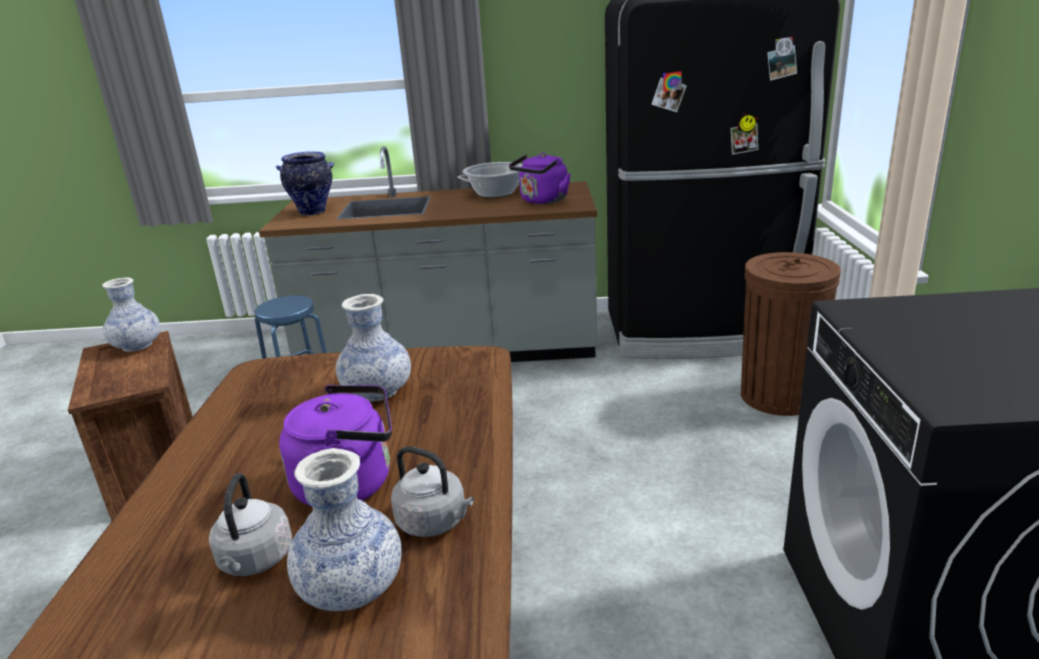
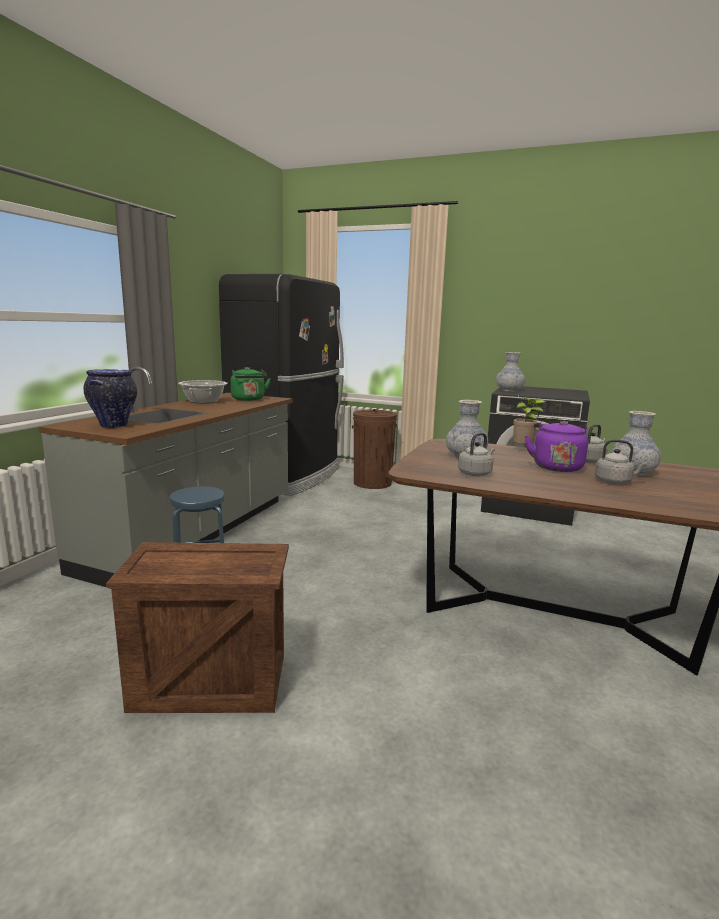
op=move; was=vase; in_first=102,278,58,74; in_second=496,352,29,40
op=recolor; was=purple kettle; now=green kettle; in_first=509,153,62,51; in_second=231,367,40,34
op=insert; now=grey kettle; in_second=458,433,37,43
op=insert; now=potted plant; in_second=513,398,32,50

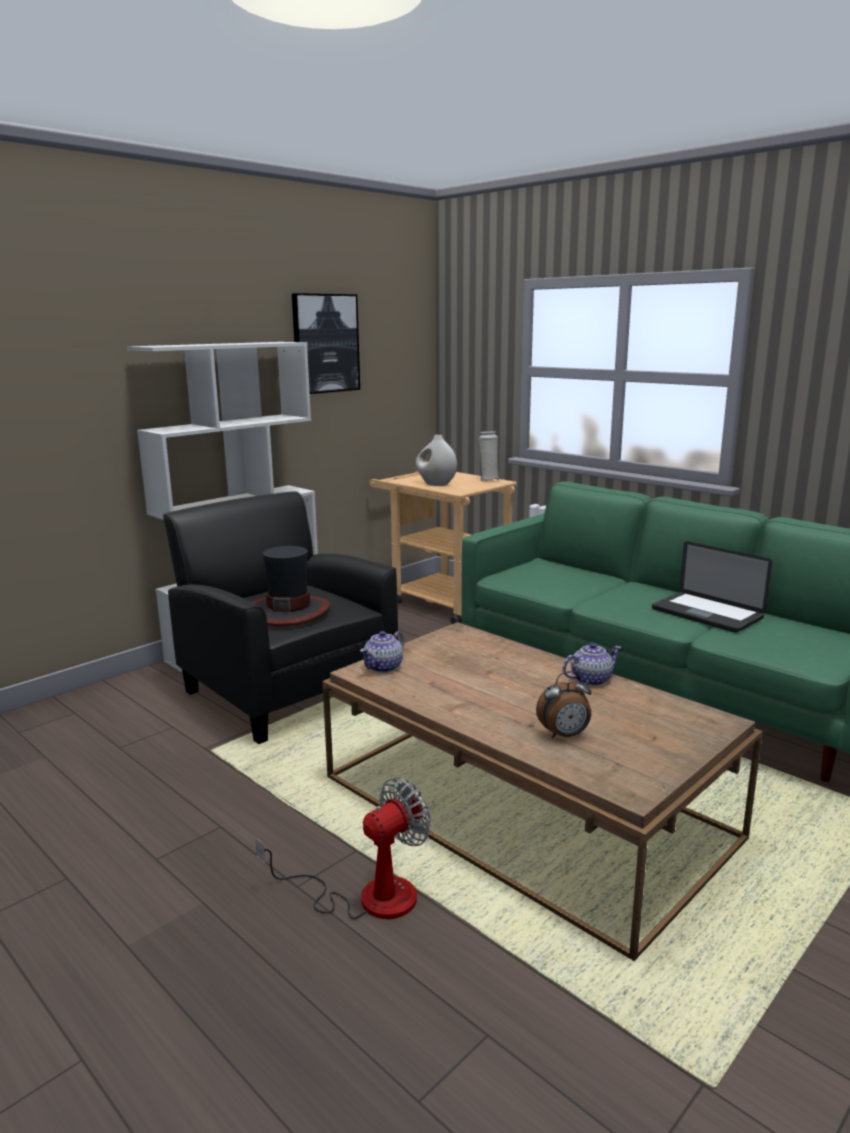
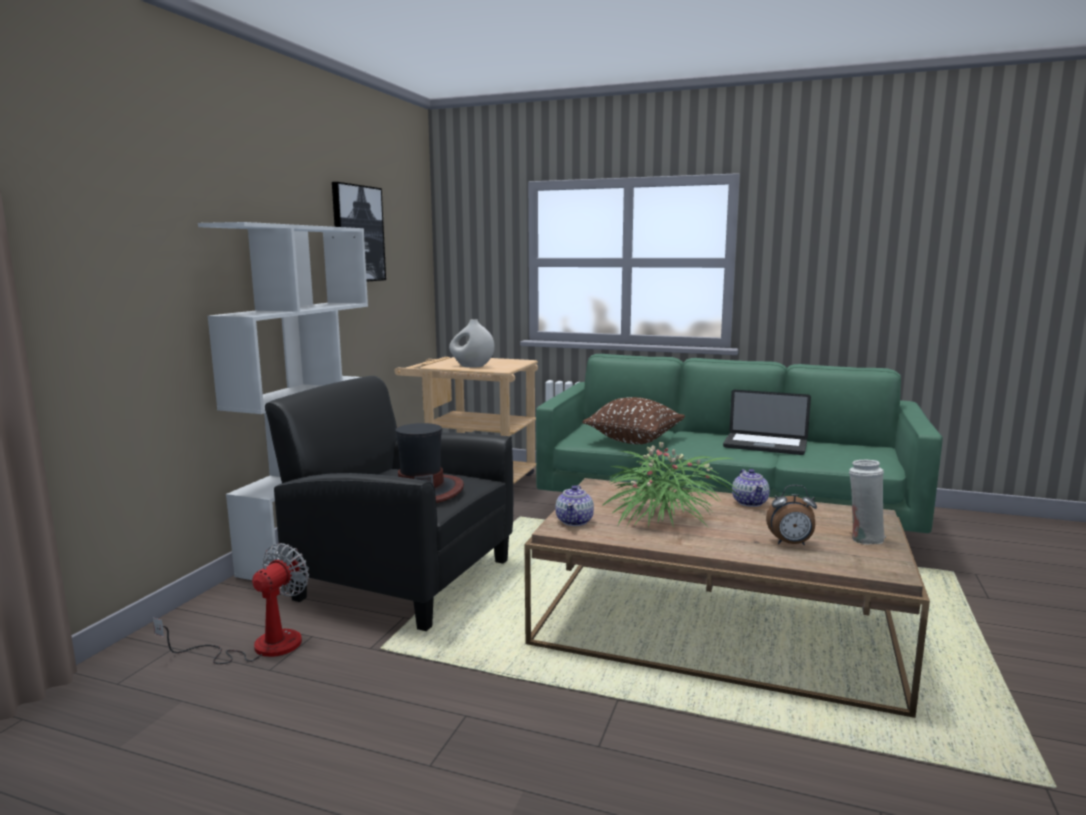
op=move; was=fan; in_first=256,778,175,141; in_second=153,543,156,121
op=move; was=white vase; in_first=479,431,21,50; in_second=849,460,37,85
op=rotate; was=alarm clock; in_first=536,671,56,67; in_second=766,485,51,60; clockwise=45
op=rotate; was=teapot; in_first=562,643,60,43; in_second=732,469,38,38; clockwise=135
op=insert; now=brown pillow; in_second=582,397,103,47
op=insert; now=potted plant; in_second=602,442,139,86

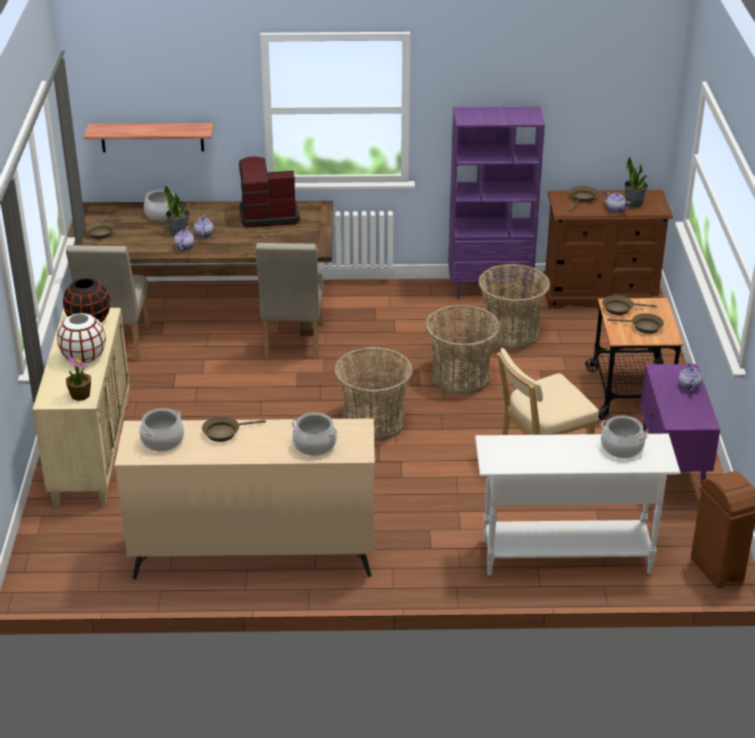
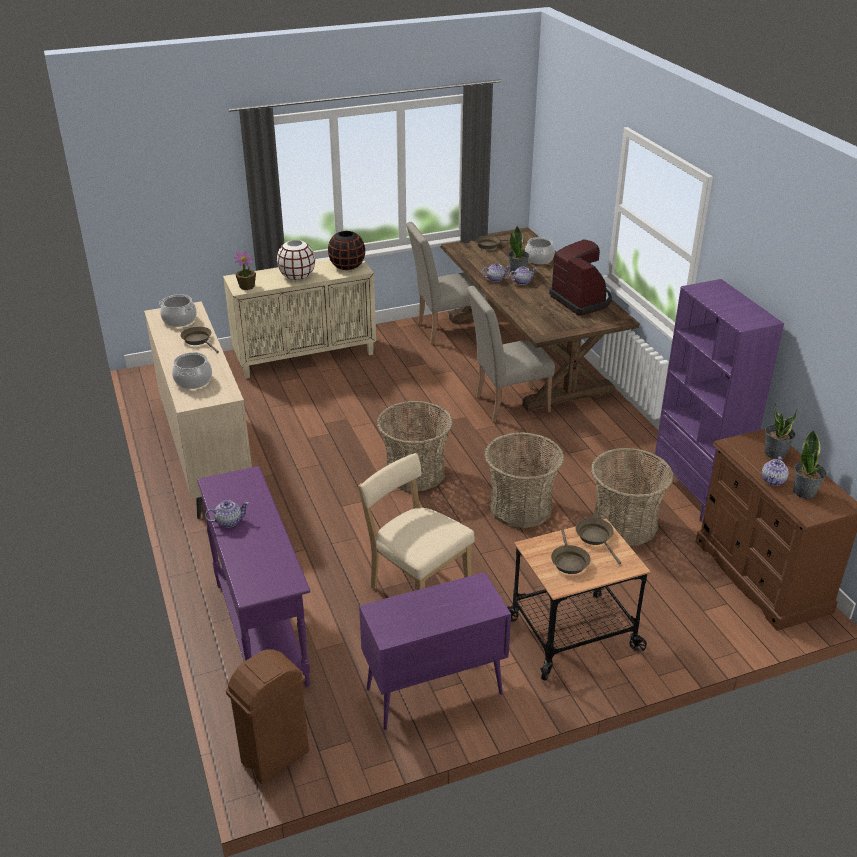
op=delete; was=shelf; in_first=84,123,130,29
op=recolor; was=white console table; now=purple console table; in_first=475,434,205,142; in_second=197,466,114,221
op=replace; was=brown frying pan; now=potted plant; in_first=568,186,30,26; in_second=765,402,33,58
op=delete; was=cooking pot; in_first=601,415,47,43
op=move; was=teapot; in_first=678,362,24,30; in_second=205,500,44,28

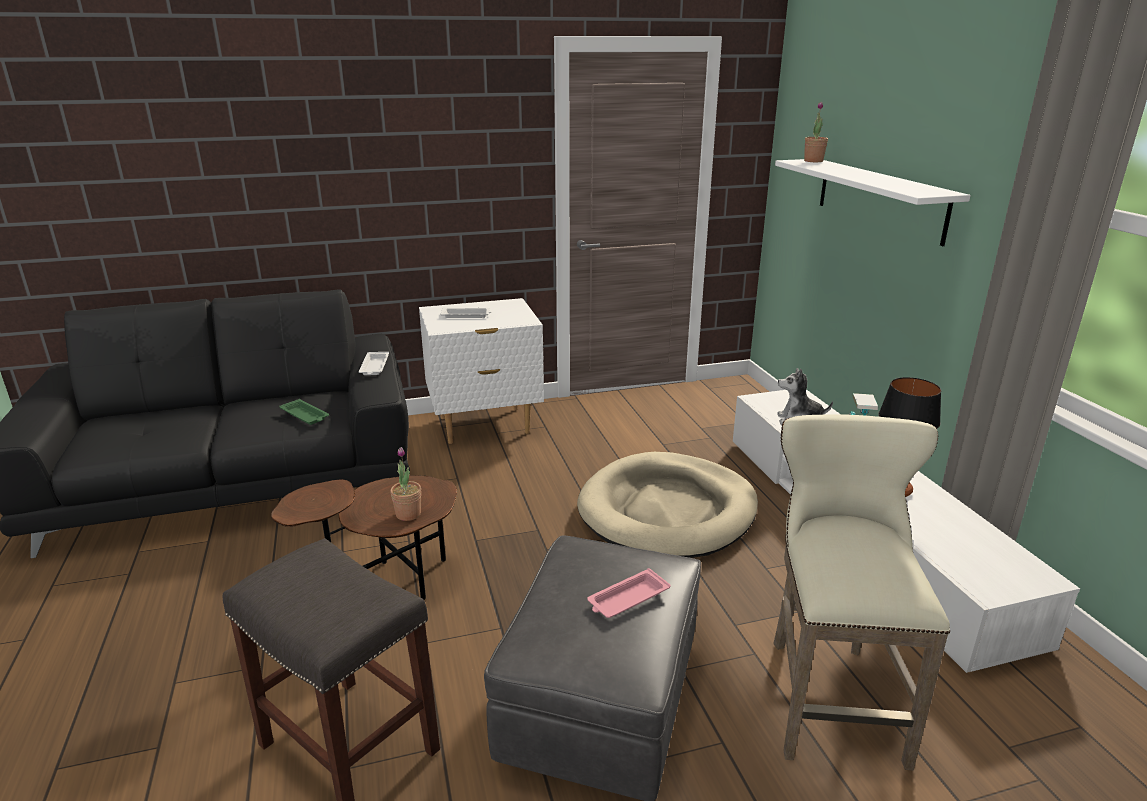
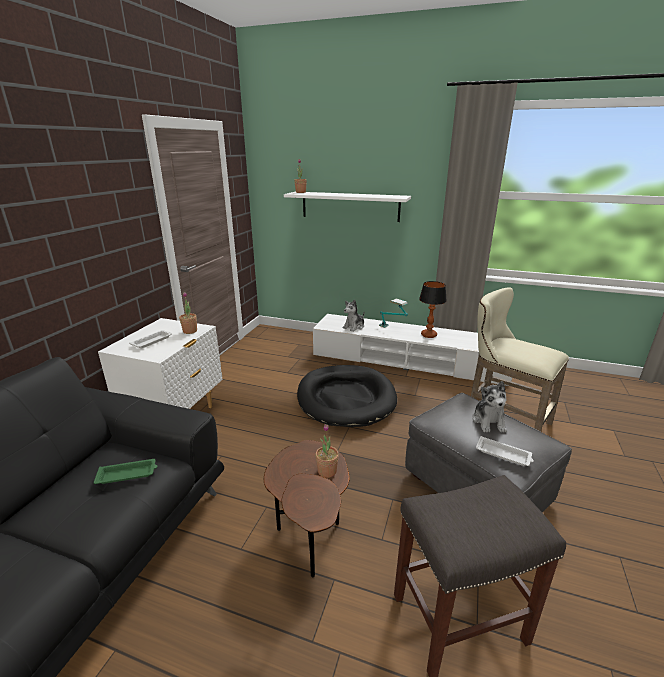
op=move; was=white tray; in_first=359,352,30,23; in_second=476,436,58,30
op=recolor; was=beige dog bed; now=black dog bed; in_first=577,452,181,106; in_second=297,365,100,62
op=replace; was=pink tray; now=plush toy; in_first=587,568,84,50; in_second=472,381,35,51
op=insert; now=potted plant; in_second=179,292,18,42

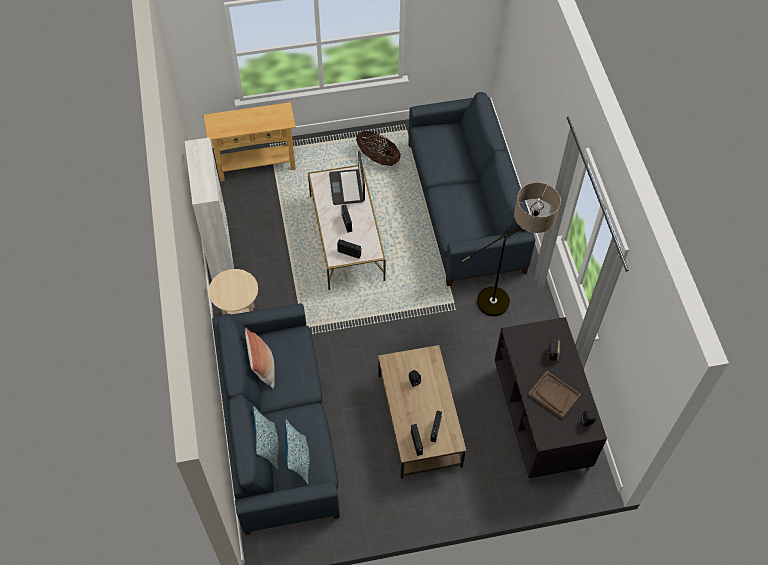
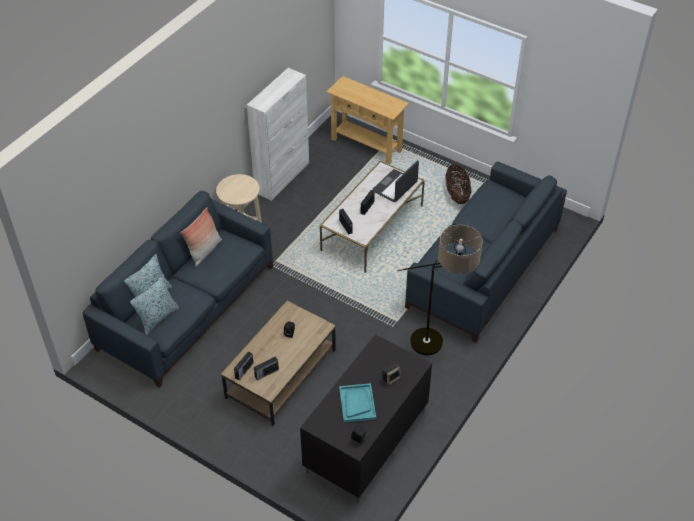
op=recolor; was=brown tray; now=turquoise tray; in_first=528,371,53,48; in_second=339,383,37,40

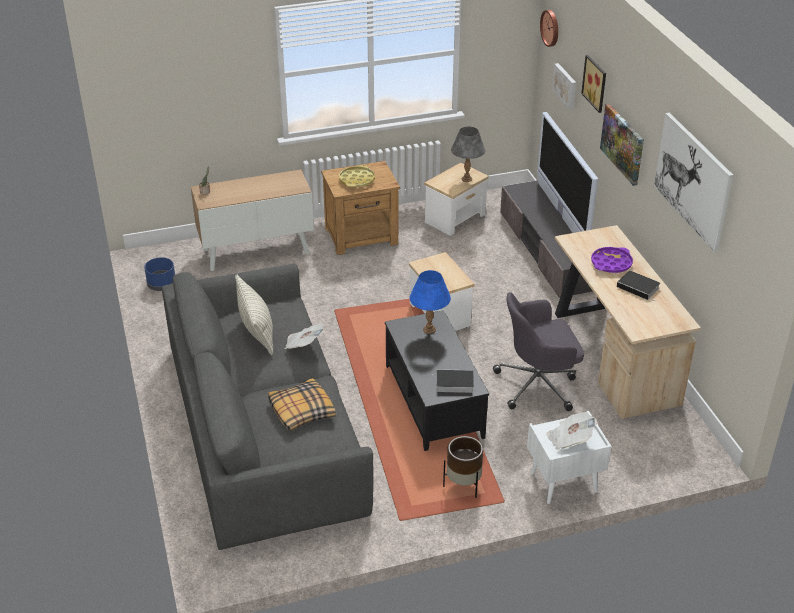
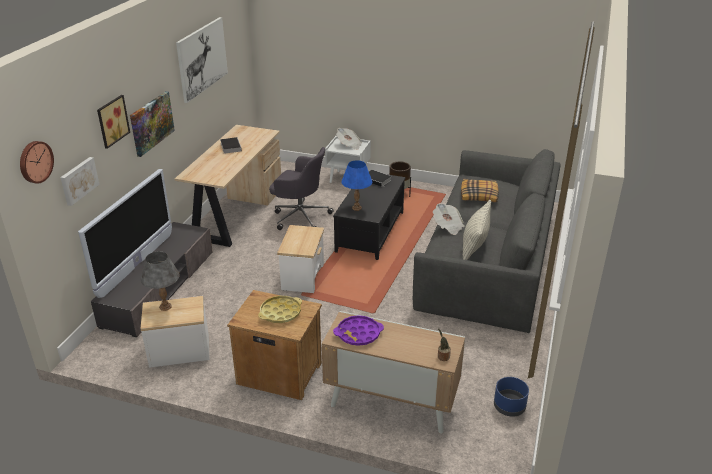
op=move; was=purple tray; in_first=591,247,42,26; in_second=333,315,51,31

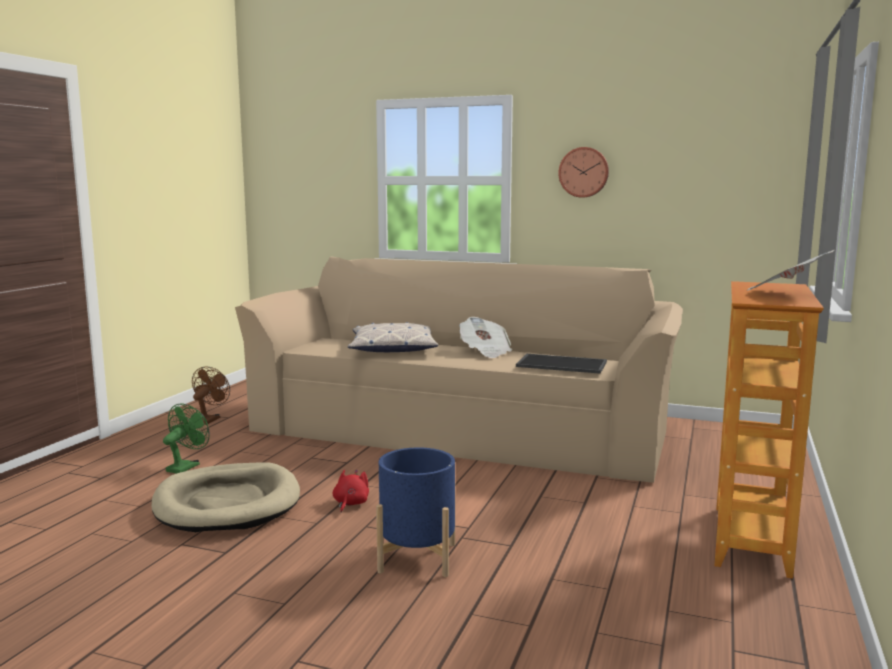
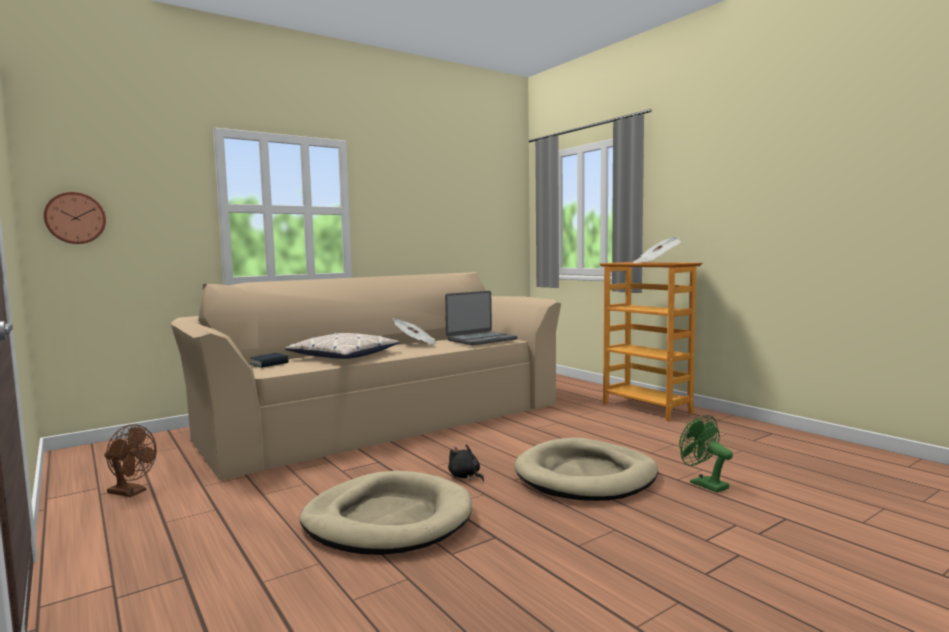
op=move; was=green fan; in_first=163,404,47,70; in_second=679,415,54,78
op=rotate; was=brown fan; in_first=192,367,38,57; in_second=105,425,52,72; clockwise=150
op=recolor; was=red plush toy; now=black plush toy; in_first=333,470,36,43; in_second=448,444,36,37
op=replace; was=blue planter; now=beige dog bed; in_first=376,447,79,130; in_second=514,438,144,63
op=replace; was=tray; now=laptop; in_first=516,354,91,20; in_second=445,291,73,54
op=move; was=wall clock; in_first=558,147,51,51; in_second=44,192,62,52
op=insert; now=book; in_second=250,353,38,15

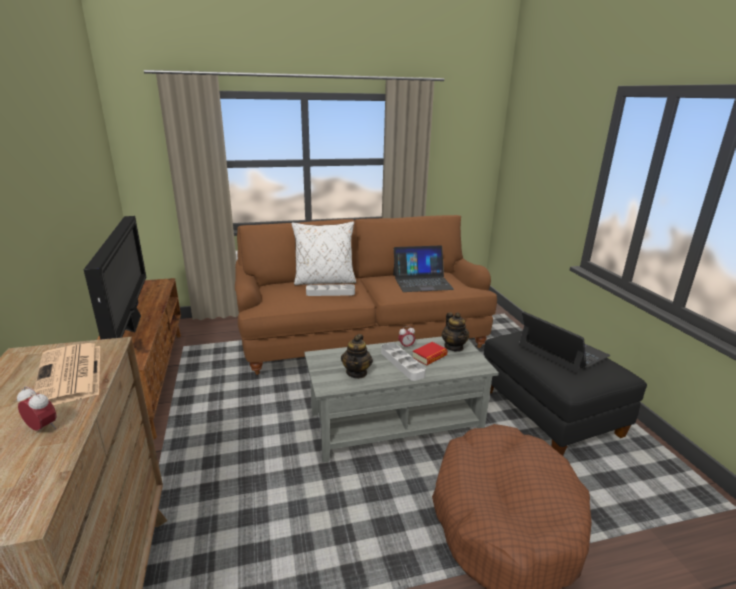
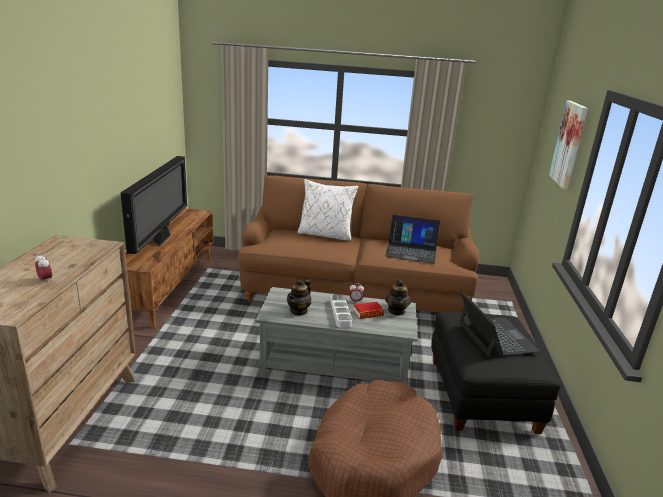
op=delete; was=newspaper; in_first=32,343,68,62
op=delete; was=grey tray; in_first=306,284,49,12
op=insert; now=picture; in_second=549,100,39,89

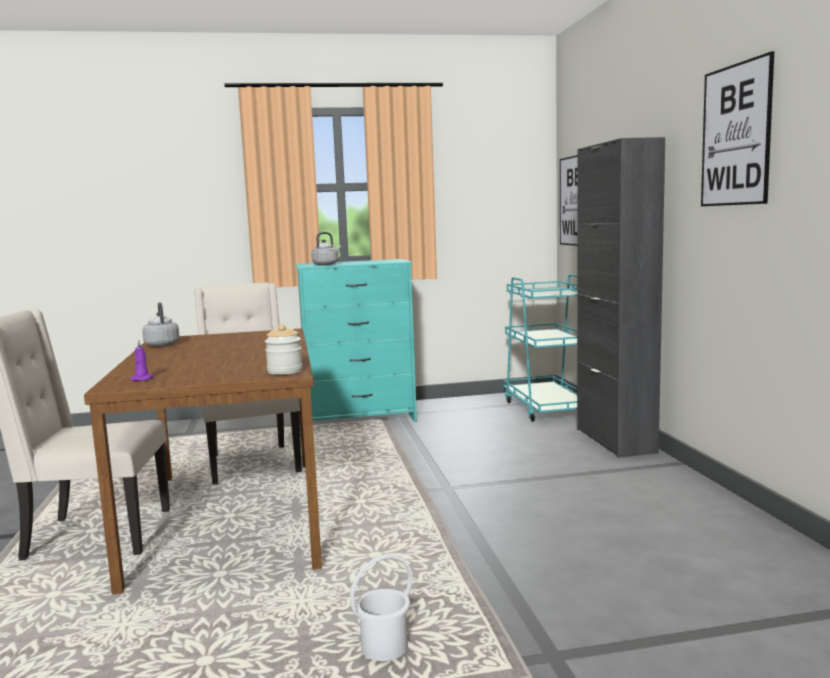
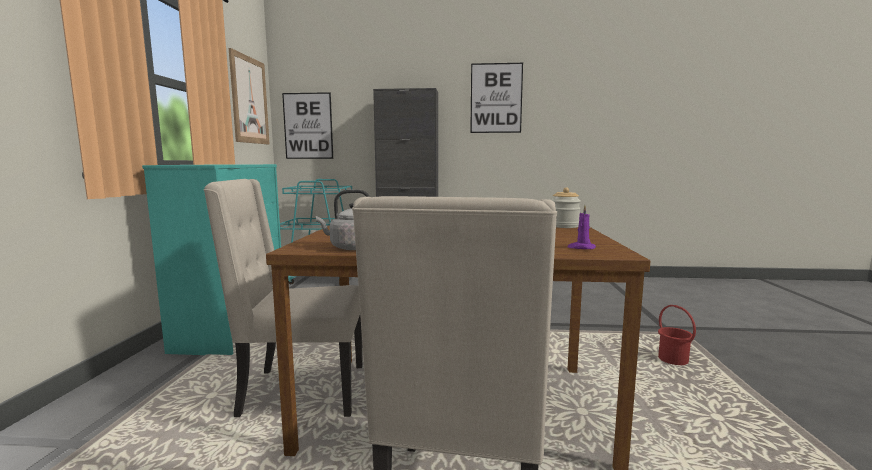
op=delete; was=grey kettle; in_first=311,232,31,33
op=recolor; was=white bucket; now=red bucket; in_first=350,554,62,107; in_second=658,305,38,60
op=insert; now=picture; in_second=229,48,41,96

